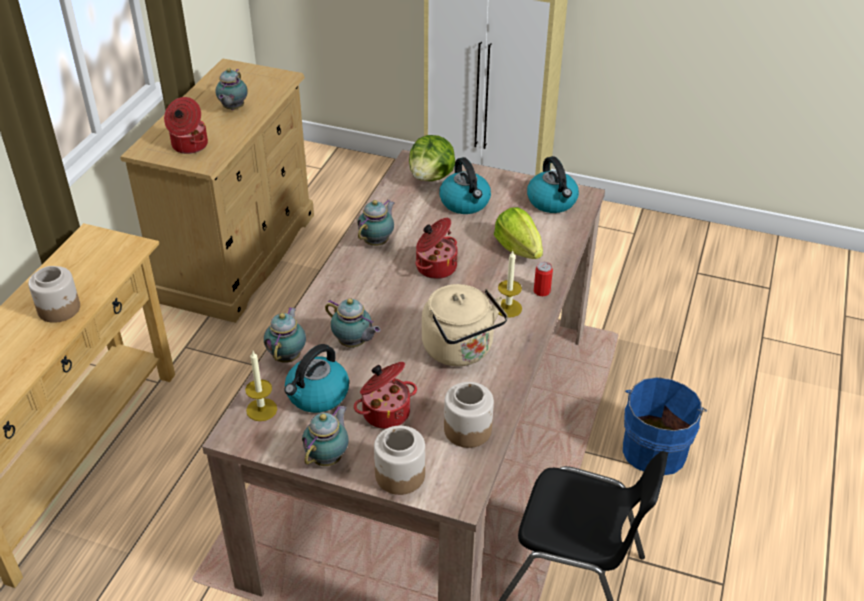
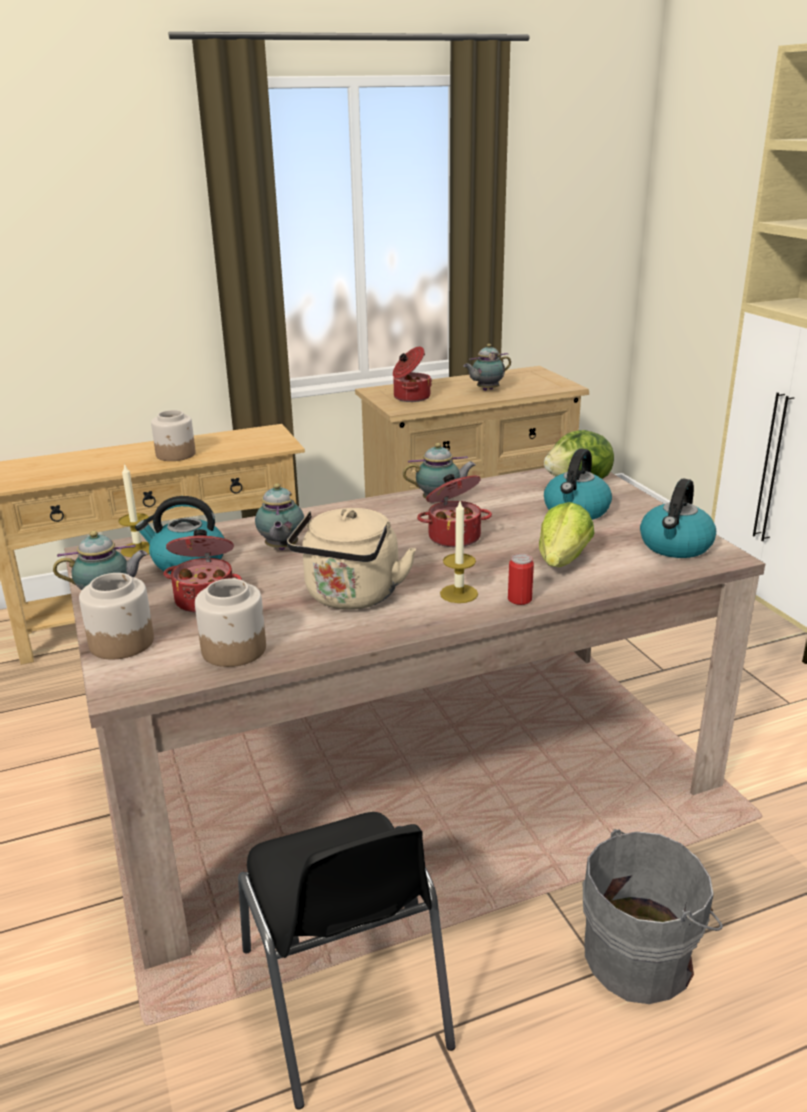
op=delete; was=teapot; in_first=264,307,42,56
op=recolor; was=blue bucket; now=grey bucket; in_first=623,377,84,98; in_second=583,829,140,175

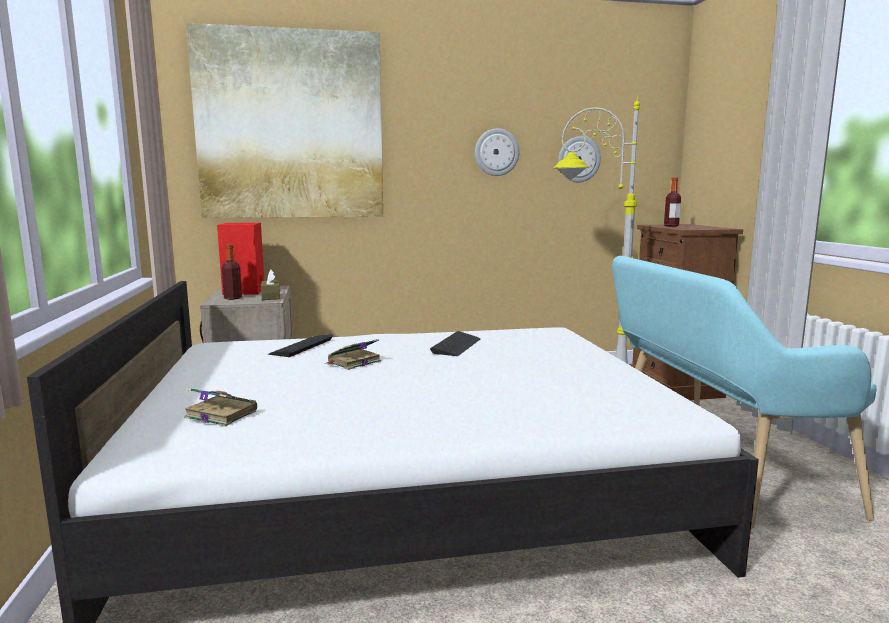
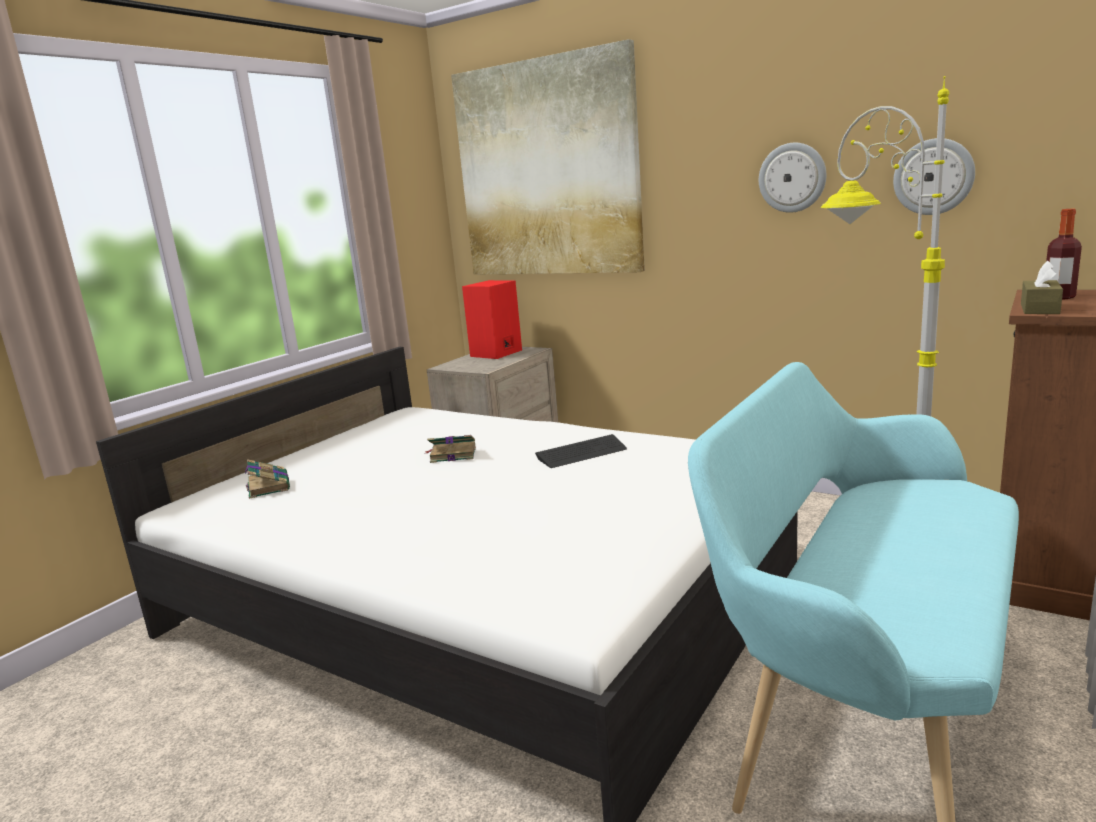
op=delete; was=bottle; in_first=222,244,20,56
op=move; was=brown tissue box; in_first=261,270,19,30; in_second=1021,260,42,54
op=delete; was=keyboard; in_first=268,334,65,23

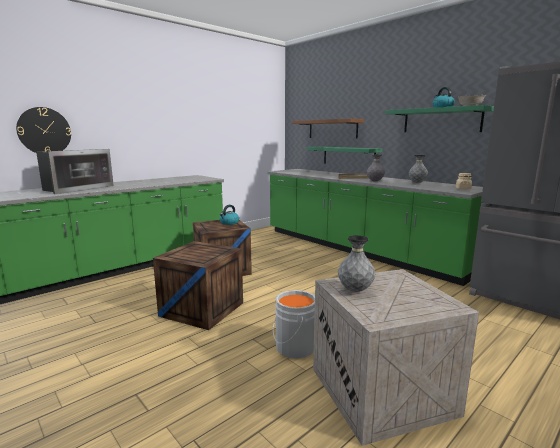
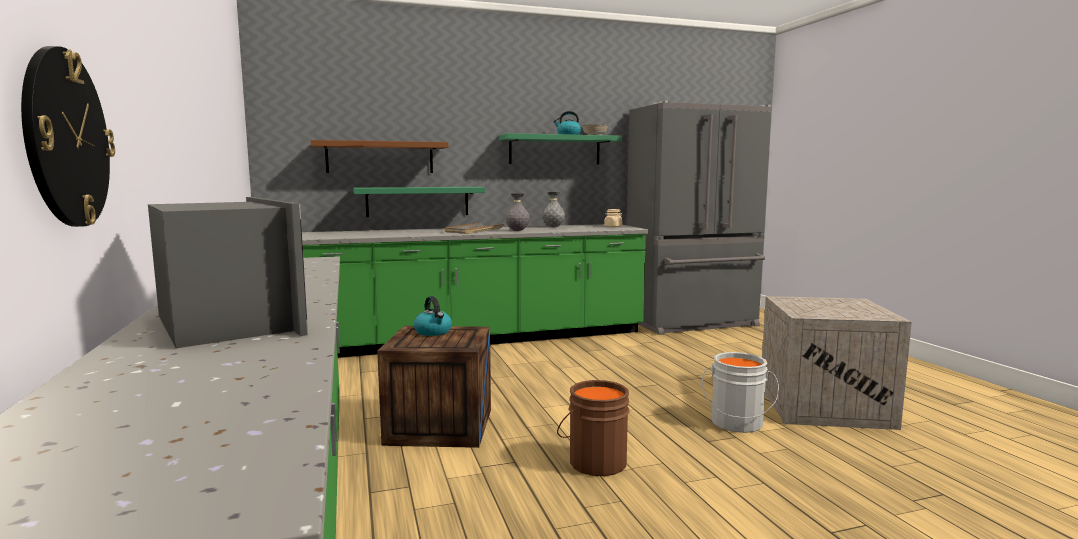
op=replace; was=crate; now=brown bucket; in_first=153,241,90,89; in_second=557,380,73,96
op=delete; was=grey vase; in_first=338,235,37,57

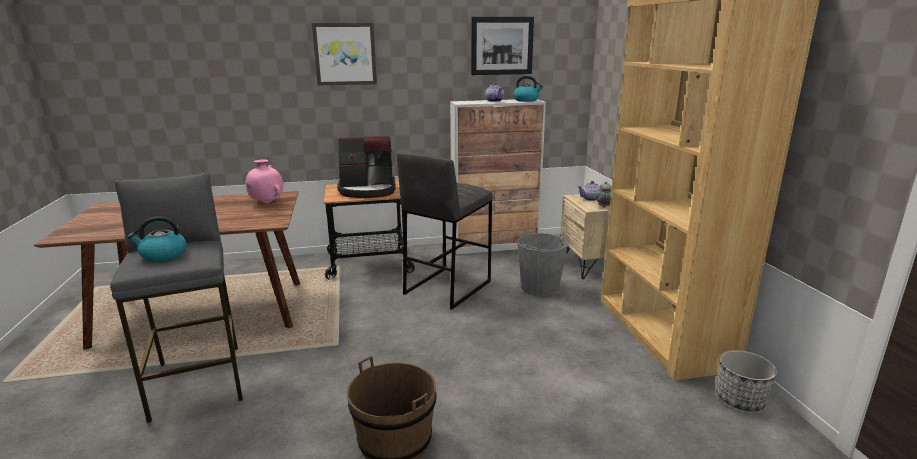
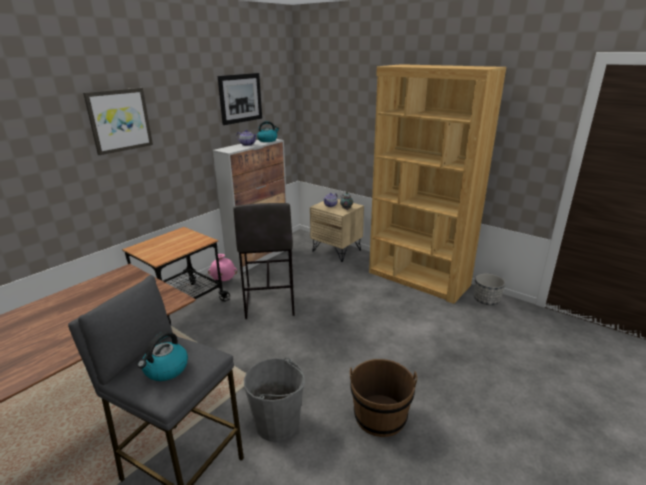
op=move; was=pink vase; in_first=246,159,37,45; in_second=208,254,29,27
op=delete; was=coffee machine; in_first=337,136,59,62
op=move; was=grey bucket; in_first=518,233,50,64; in_second=244,357,61,85

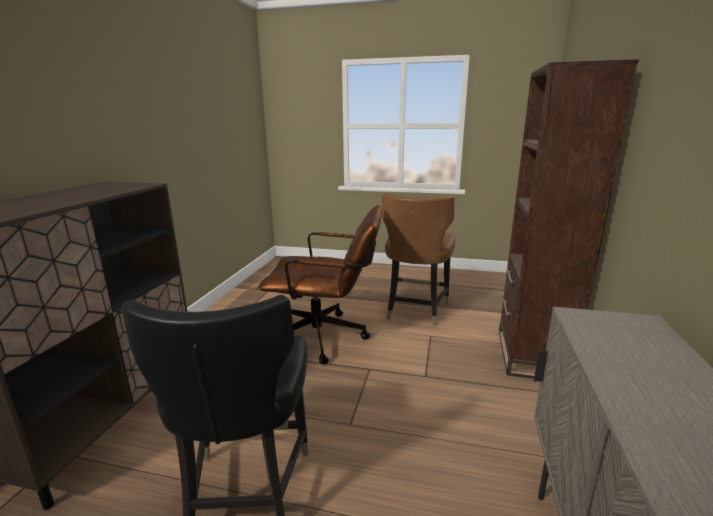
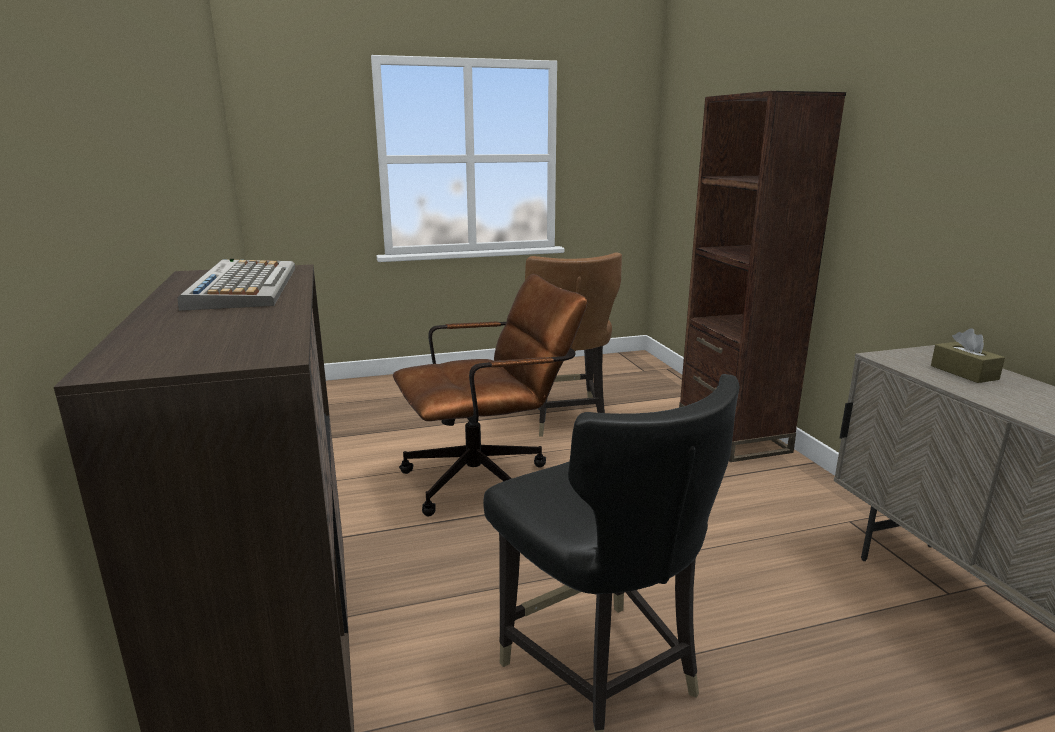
op=insert; now=keyboard; in_second=177,259,118,52
op=insert; now=brown tissue box; in_second=931,328,74,55

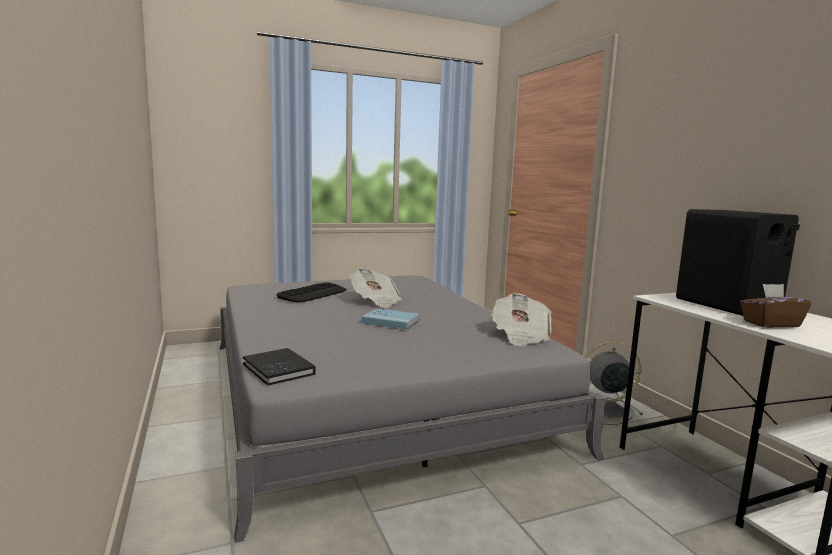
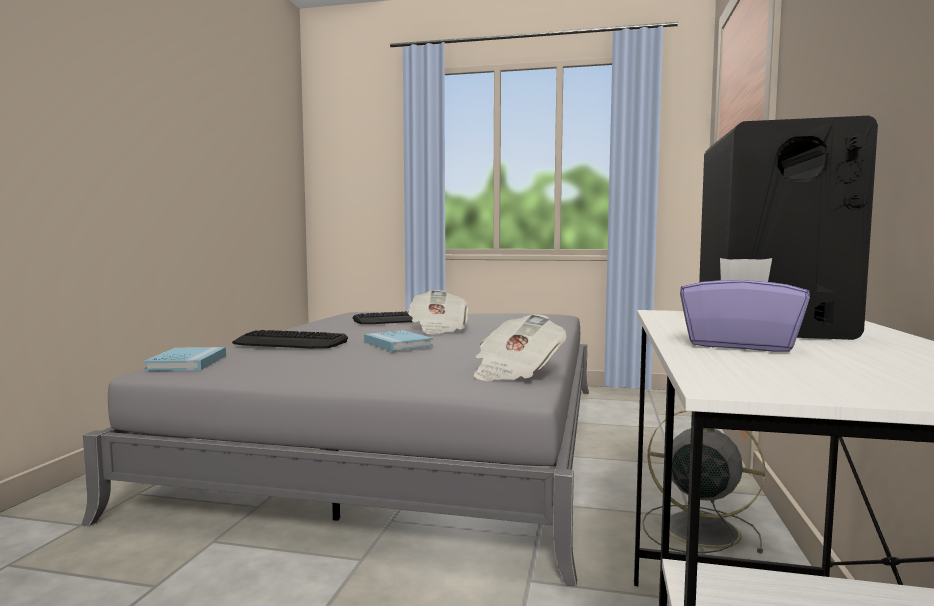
op=recolor; was=black book; now=blue book; in_first=243,348,73,38; in_second=143,347,83,24
op=recolor; was=brown tissue box; now=purple tissue box; in_first=740,284,71,44; in_second=680,258,130,94
op=insert; now=keyboard; in_second=232,330,116,19

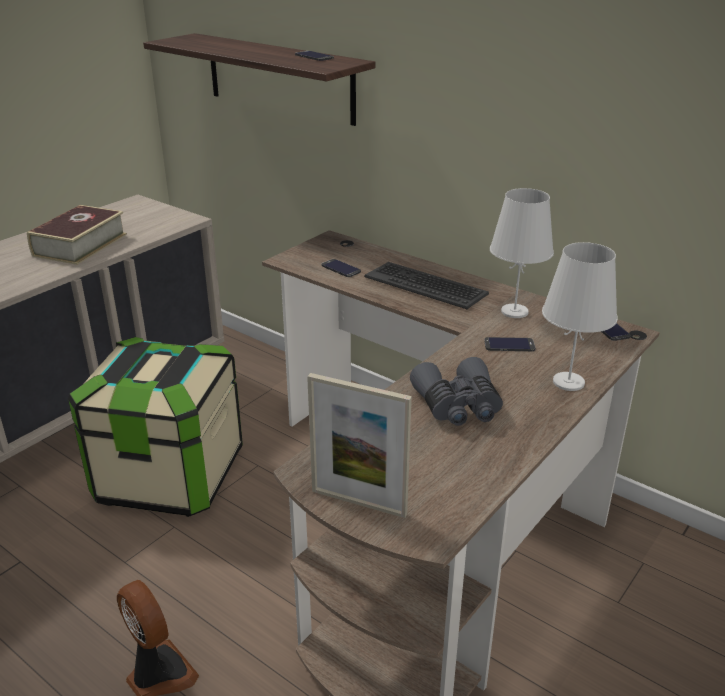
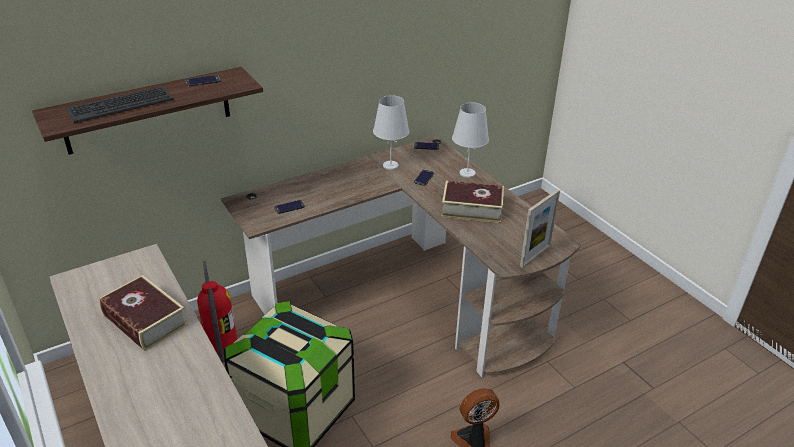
op=move; was=keyboard; in_first=364,262,125,47; in_second=66,86,108,37
op=replace; was=grey binoculars; now=book; in_first=410,357,93,69; in_second=441,181,63,42
op=insert; now=fire extinguisher; in_second=197,261,40,102

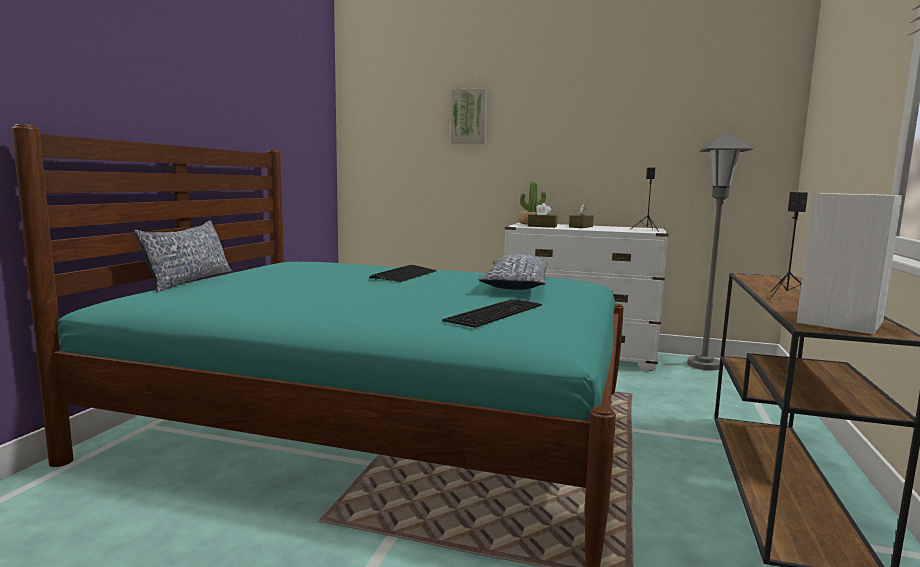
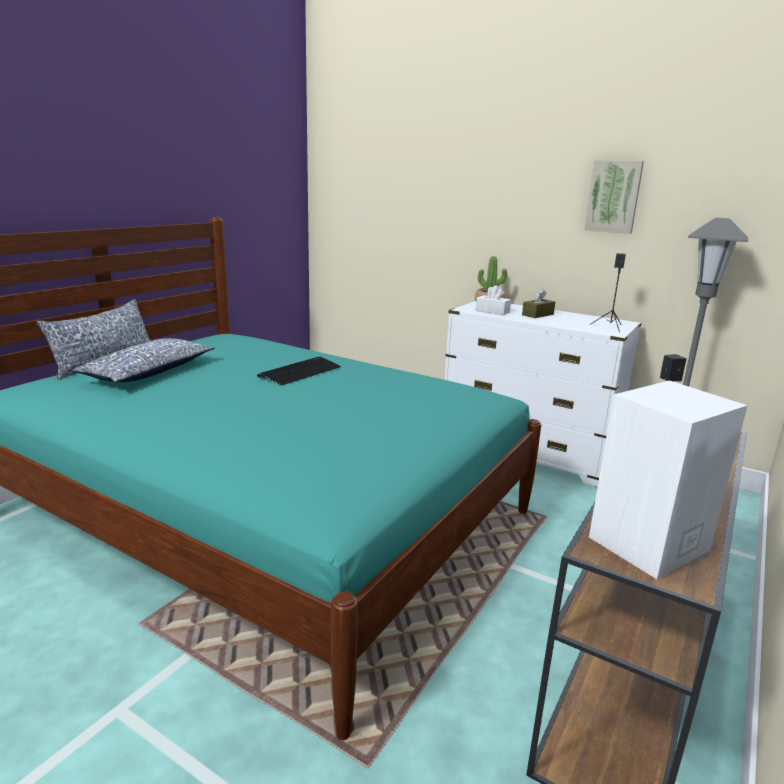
op=delete; was=keyboard; in_first=442,299,100,29
op=move; was=picture; in_first=451,88,36,55; in_second=584,160,60,74
op=move; was=pillow; in_first=478,254,70,36; in_second=72,338,142,45
op=recolor; was=brown tissue box; now=white tissue box; in_first=528,203,29,25; in_second=476,285,35,30

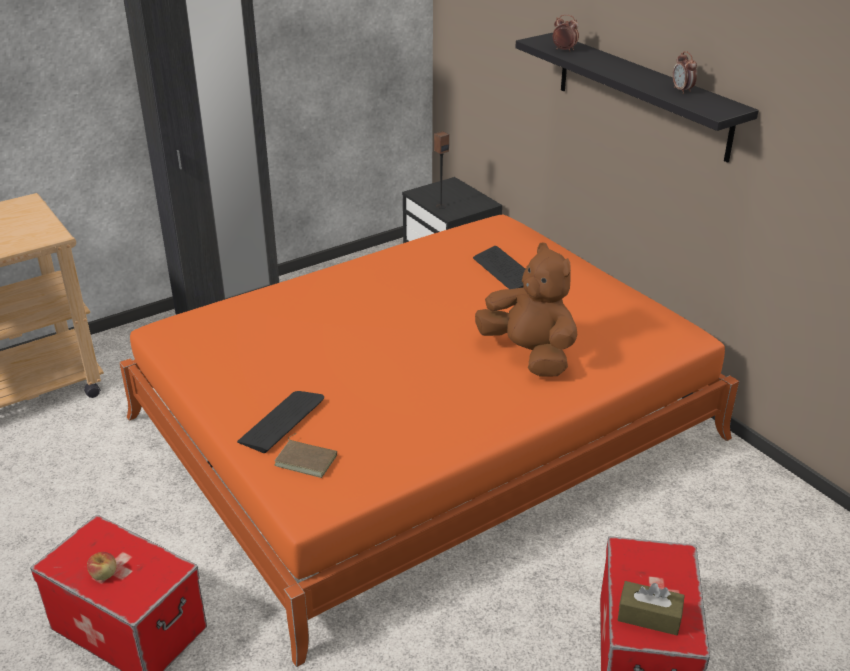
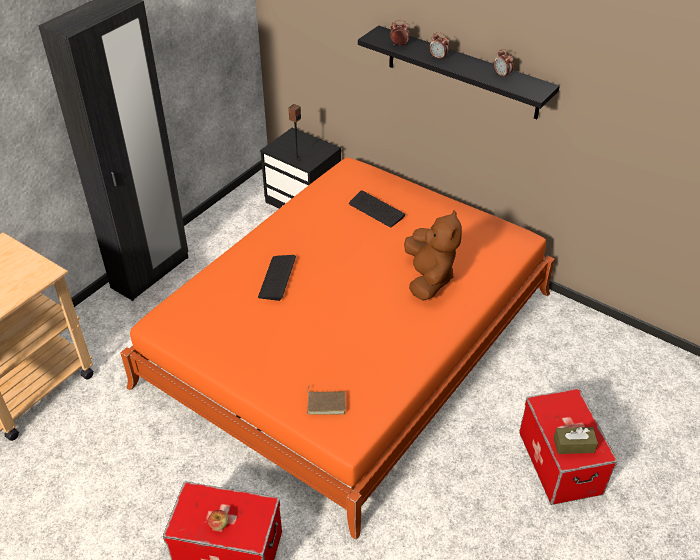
op=move; was=keyboard; in_first=237,391,87,62; in_second=258,255,38,46
op=rotate; was=brown plush toy; in_first=475,242,103,135; in_second=404,210,58,90; clockwise=60
op=insert; now=alarm clock; in_second=429,32,20,28

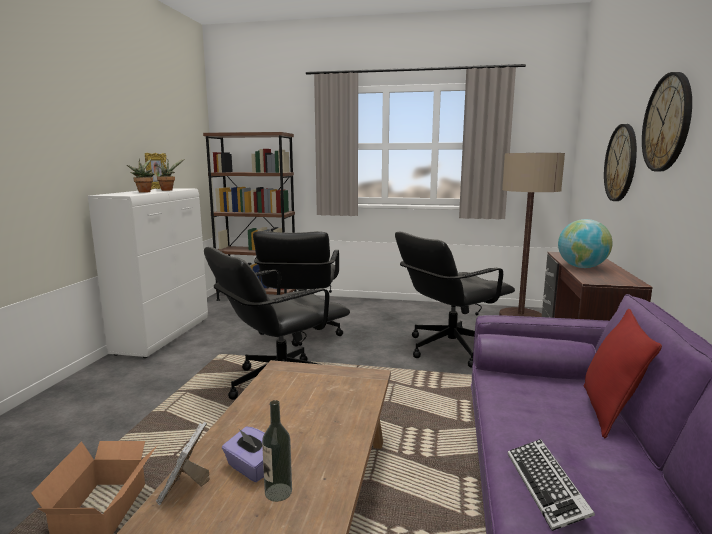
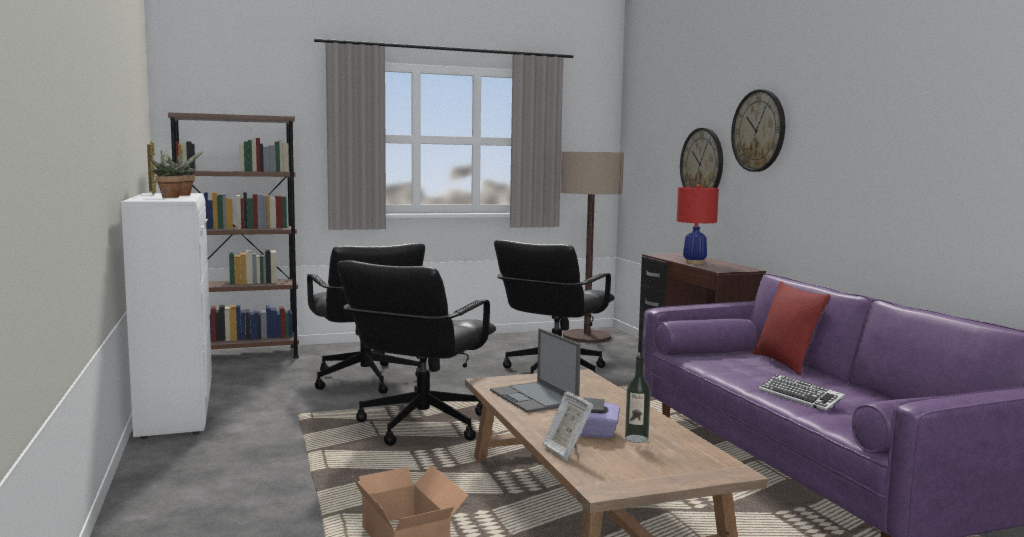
op=replace; was=globe; now=red table lamp; in_first=558,219,55,49; in_second=677,184,42,80
op=insert; now=laptop; in_second=490,328,91,85

